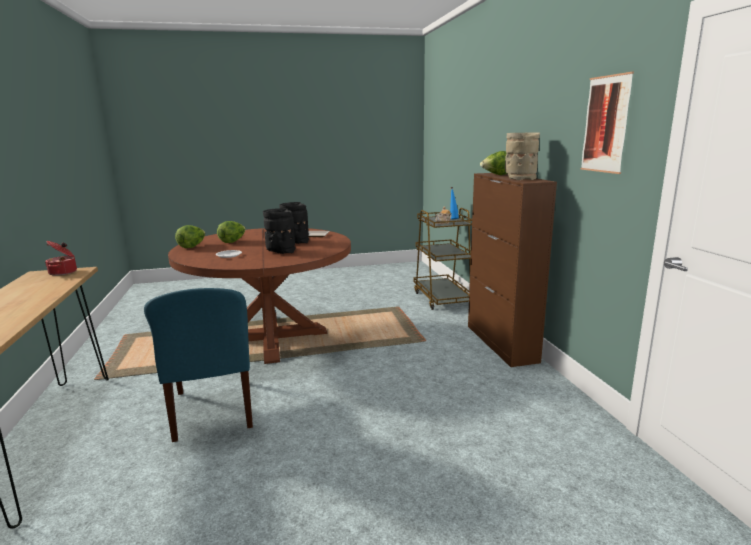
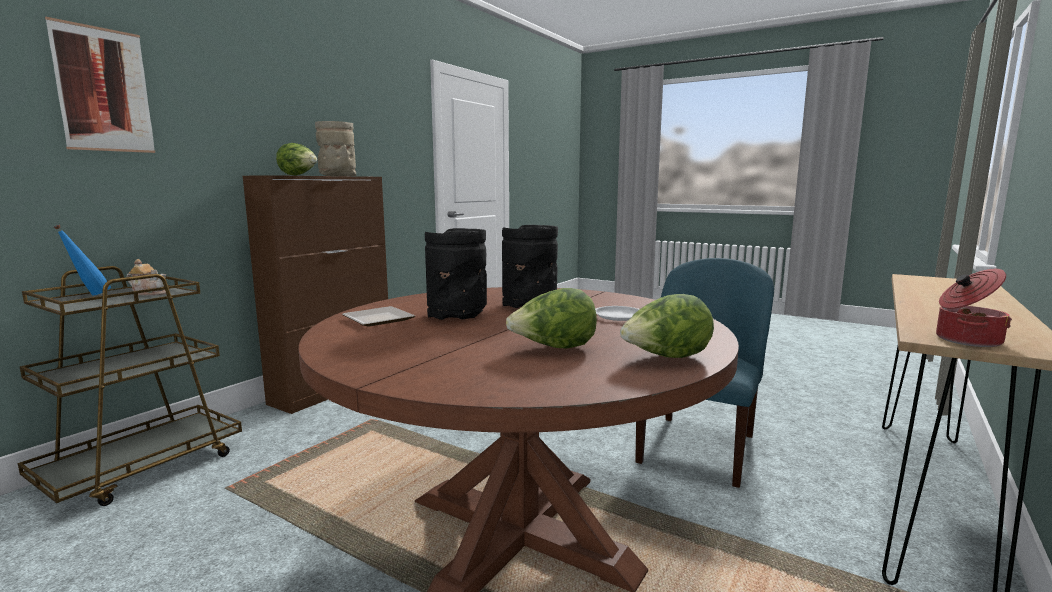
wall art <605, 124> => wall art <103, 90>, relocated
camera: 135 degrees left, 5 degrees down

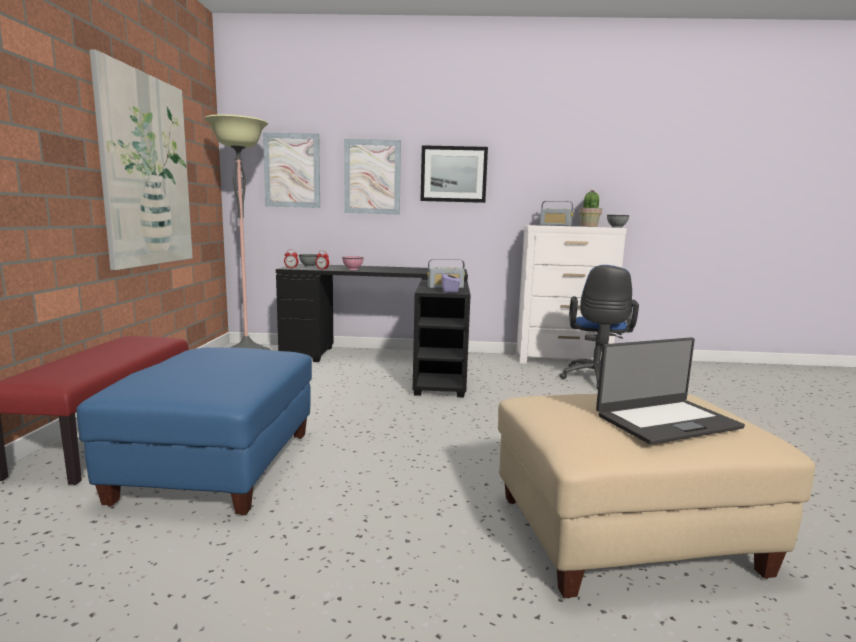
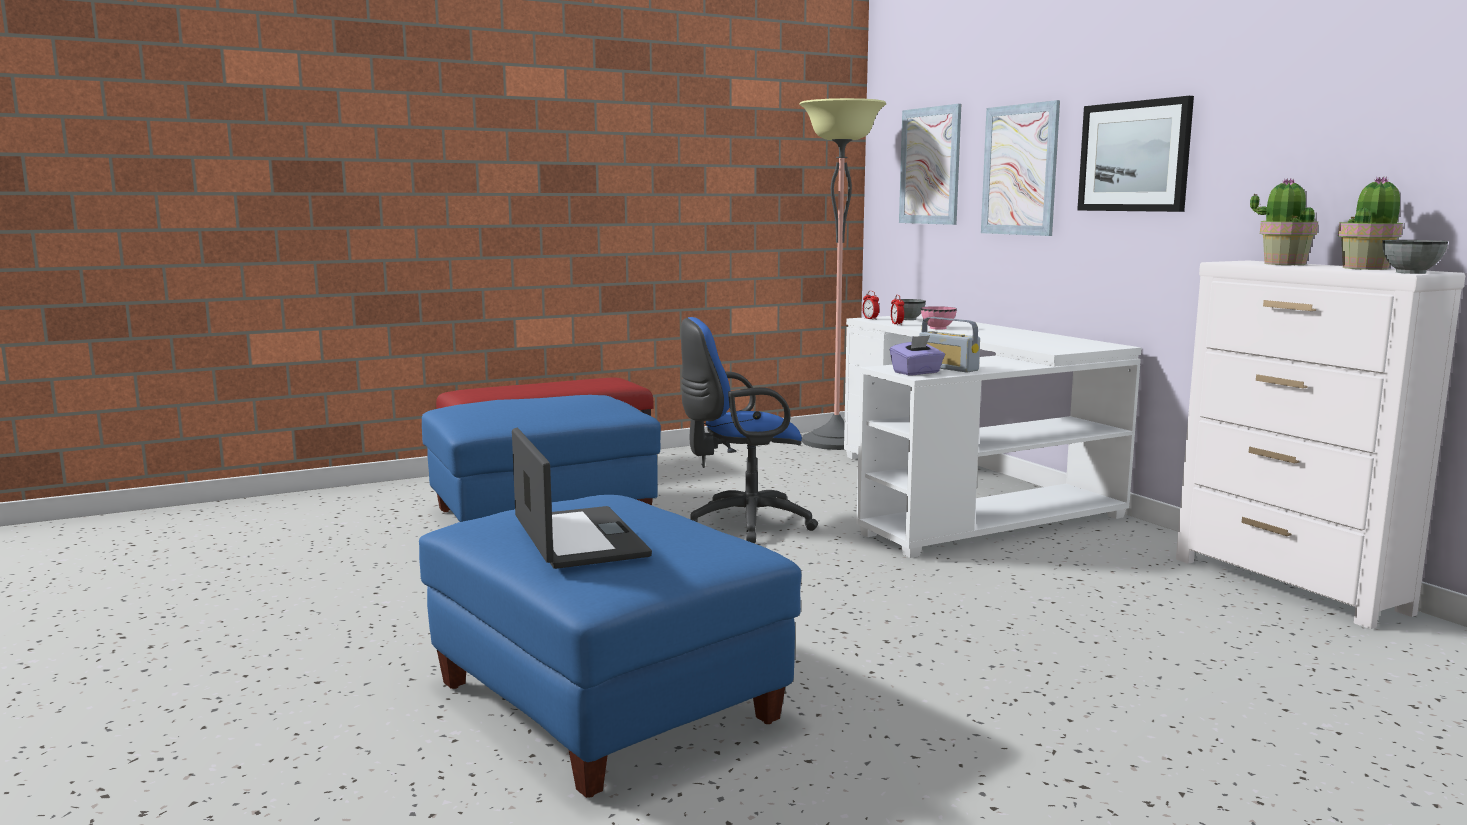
beige ottoman <625, 536> => blue ottoman <604, 704>
notebook computer <666, 421> => notebook computer <577, 539>, 150 degrees counterclockwise
blue computer chair <595, 379> => blue computer chair <742, 524>, relocated
black desk <391, 362> => white-coloured desk <966, 496>
radio receiver <555, 225> => potted plant <1284, 264>
wall art <146, 171> => nothing
camera: 60 degrees right, 0 degrees up

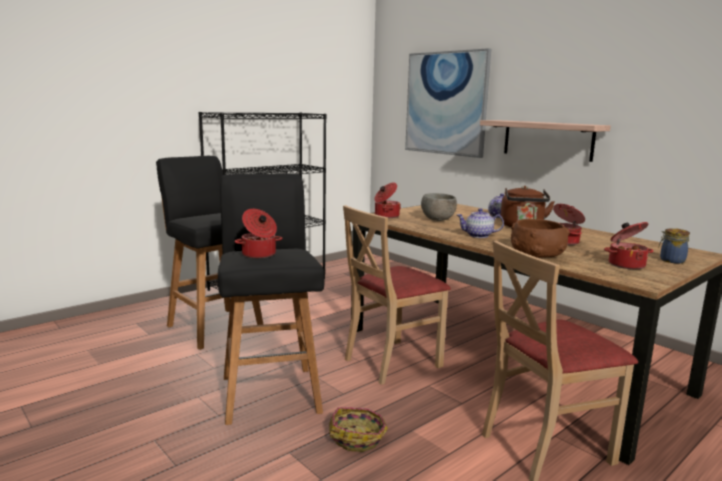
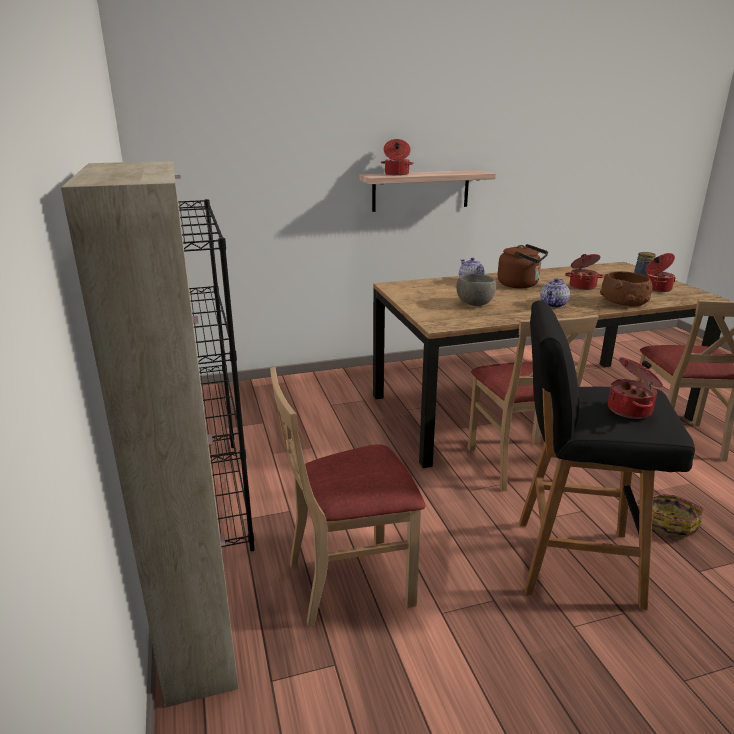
nothing => beige cupboard <199, 636>
black stool seat <214, 327> => beige upright chair <349, 580>
cooking pot <386, 216> => cooking pot <396, 174>, relocated
wall art <446, 103> => nothing
camera: 65 degrees left, 10 degrees up

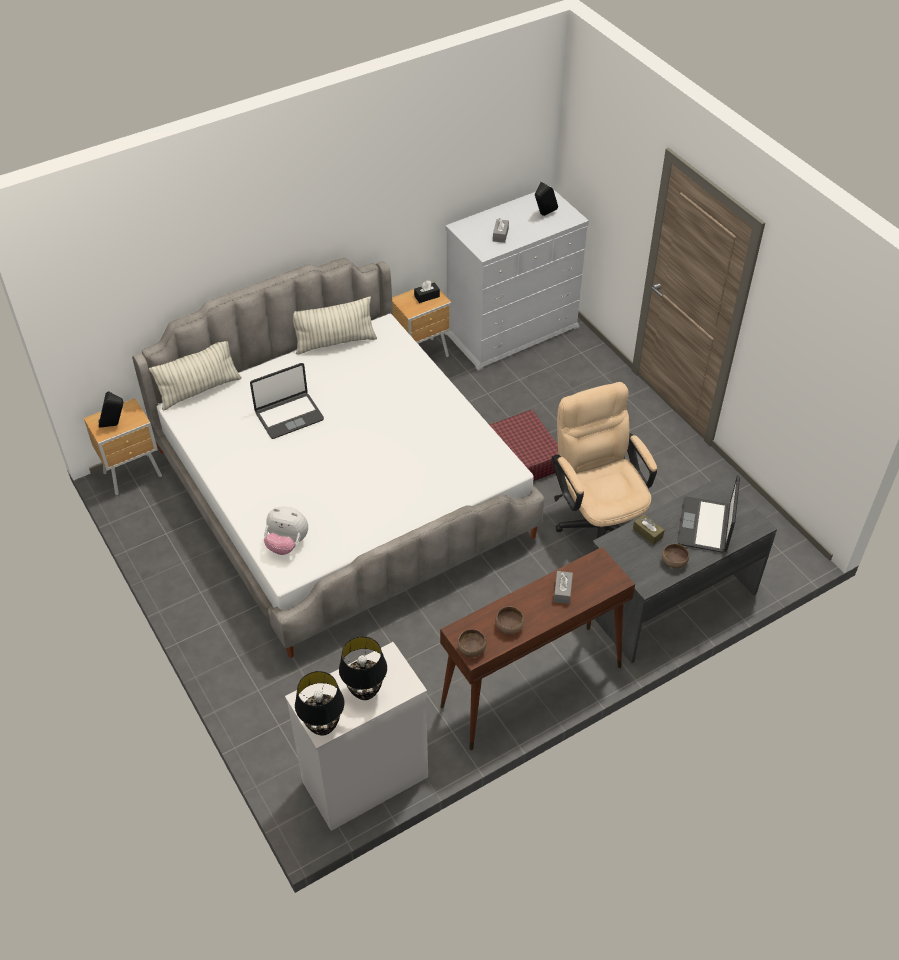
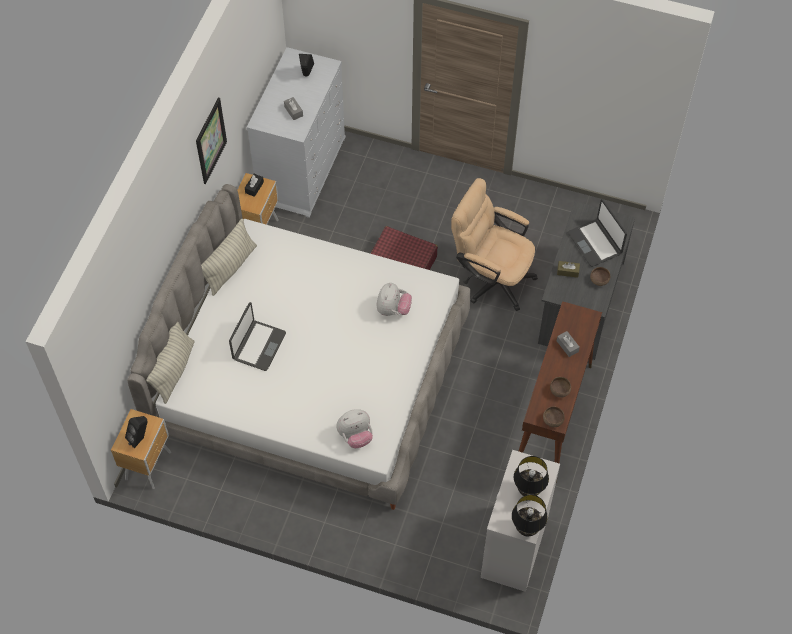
nothing => wall art <210, 141>
nothing => soft toy <393, 309>
camera: 40 degrees left, 10 degrees up

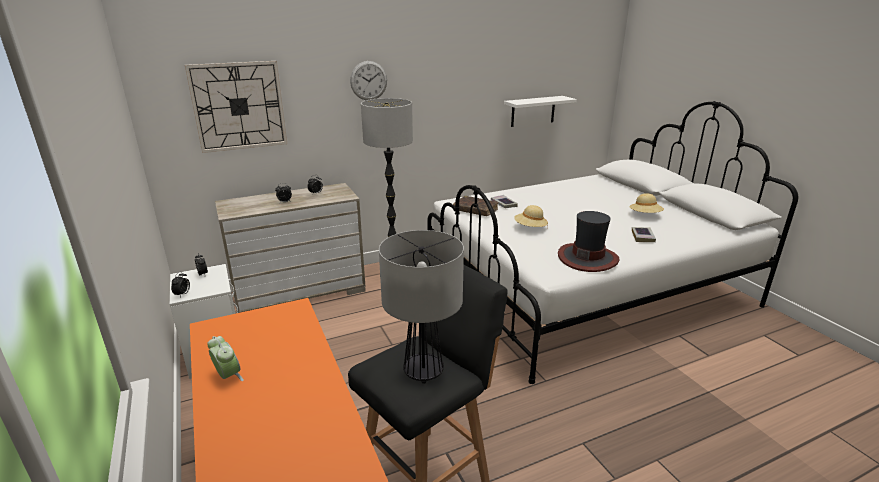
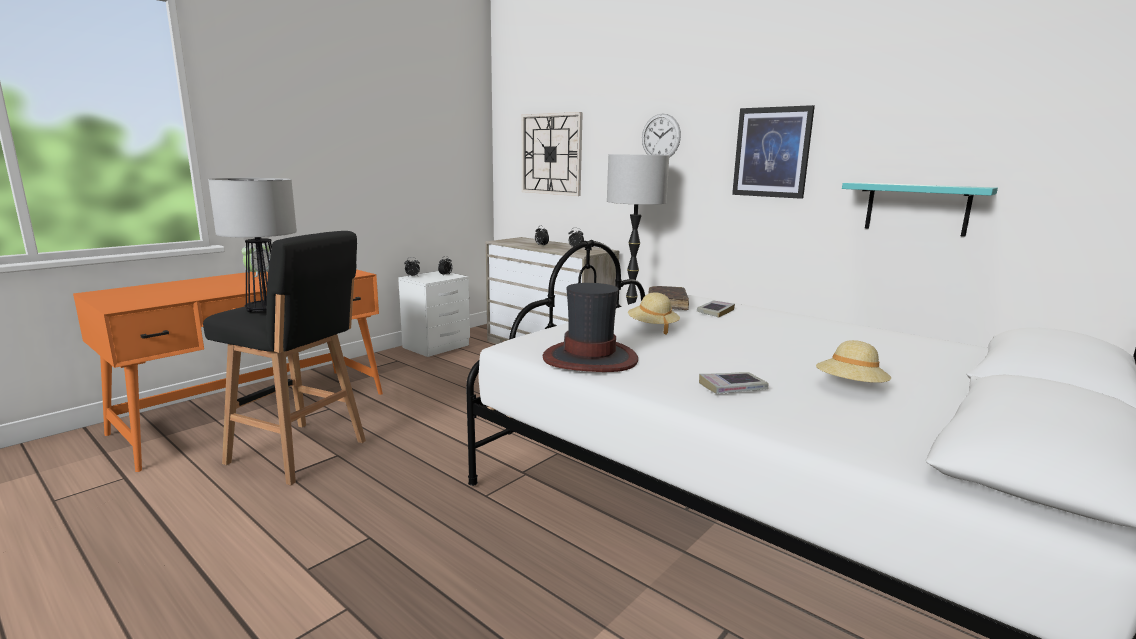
nothing => wall art <771, 152>
white-coloured bracket shelf <533, 111> => blue-green bracket shelf <916, 208>
camera: 65 degrees right, 10 degrees down

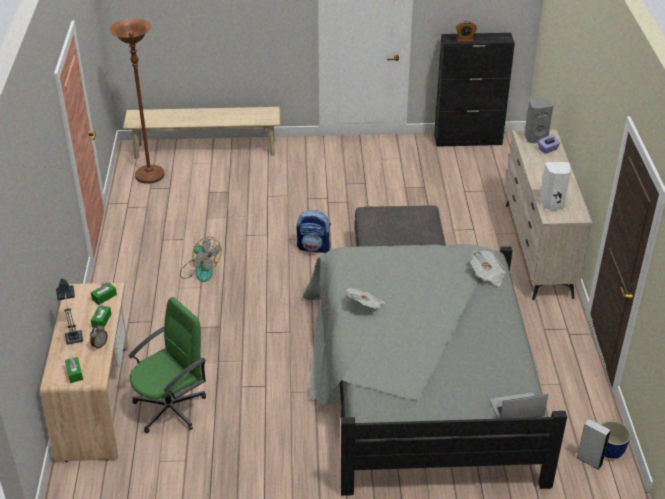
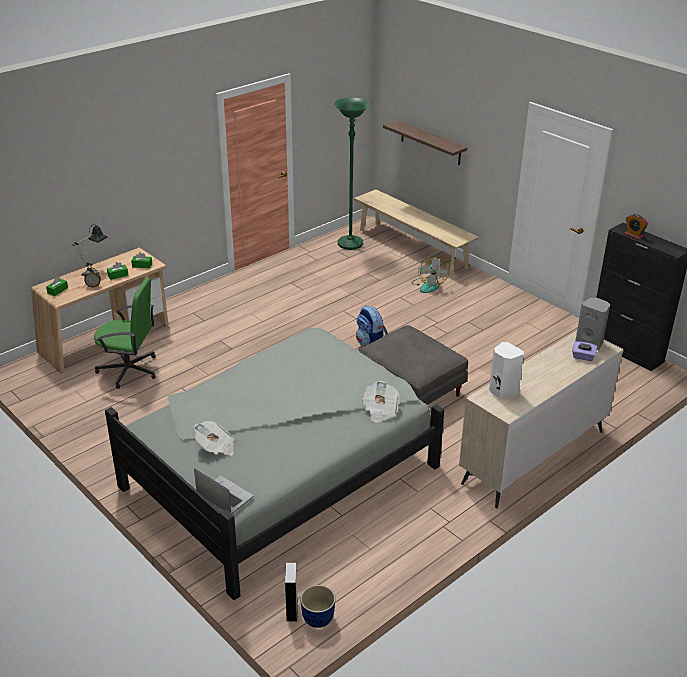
newspaper <366, 306> => newspaper <216, 447>, relocated
brown-coloured floor lamp <150, 176> => green-coloured floor lamp <350, 244>
nothing => bracket shelf <430, 143>
fan <200, 270> => fan <428, 285>, relocated
camera: 50 degrees right, 5 degrees down

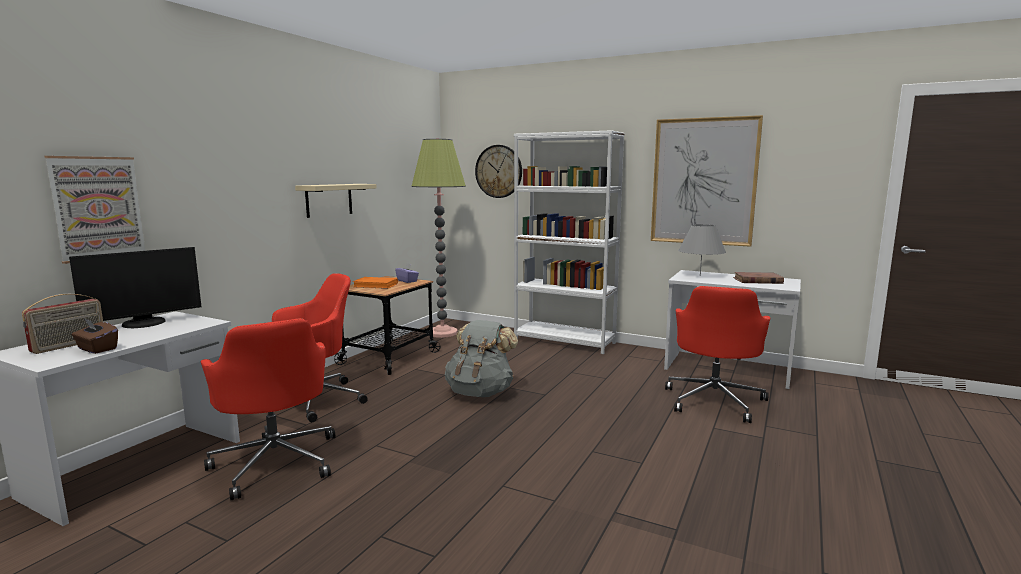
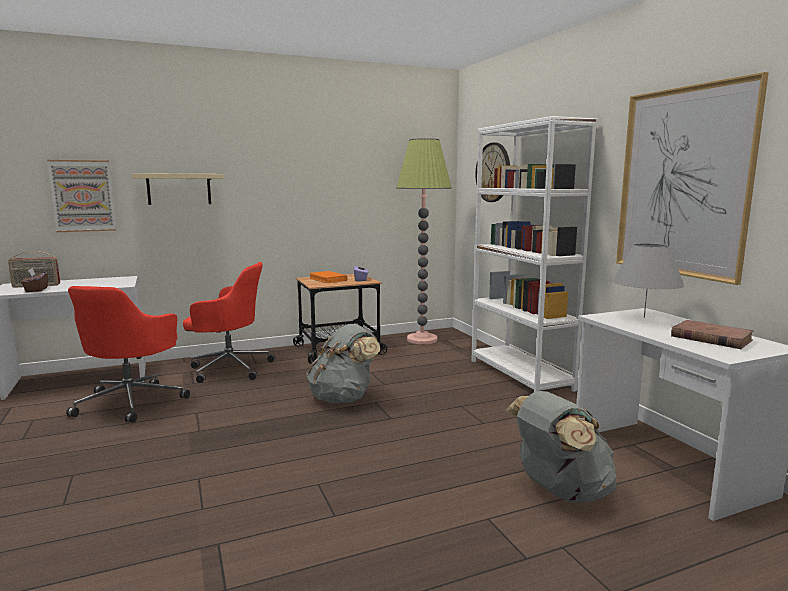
beige bracket shelf <329, 200> => beige bracket shelf <179, 189>, relocated
red-coloured computer chair <714, 400> => gray knapsack <560, 491>
computer screen <144, 323> => nothing
camera: 40 degrees right, 0 degrees up

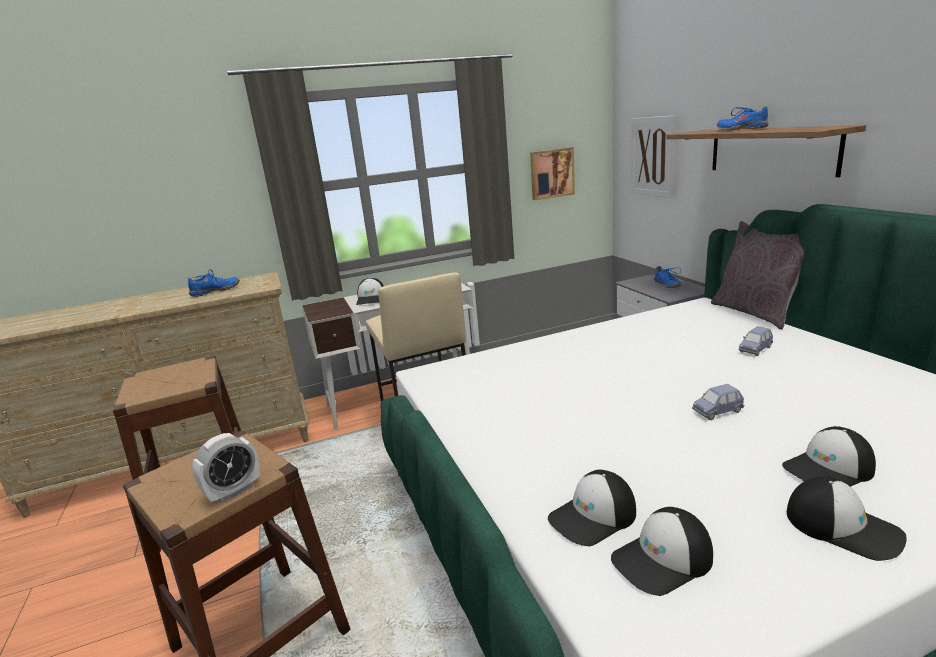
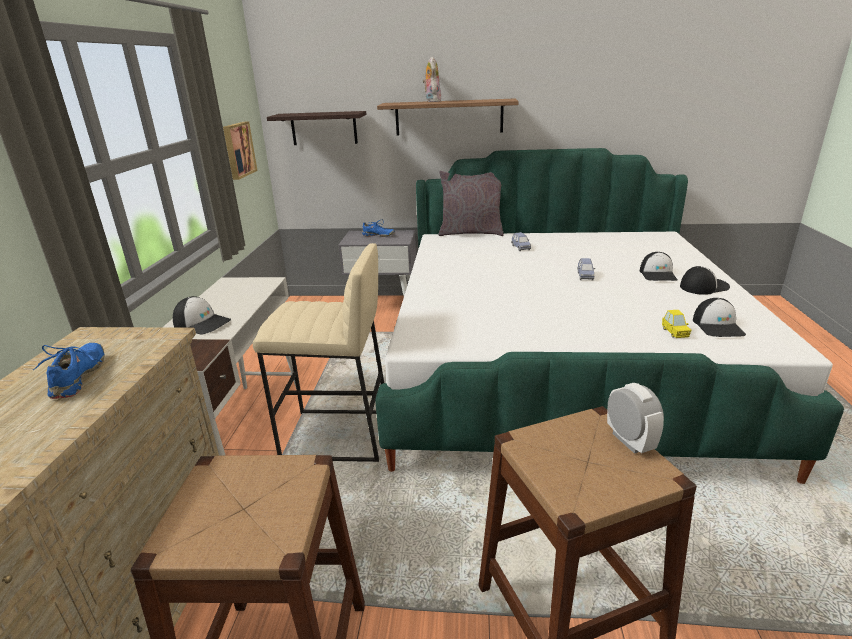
wall art <652, 156> => bracket shelf <324, 128>
blue low shoe <741, 129> => soft toy <432, 101>
cap <593, 517> => yellow-coloured miniature car <674, 332>
camera: 65 degrees left, 5 degrees up

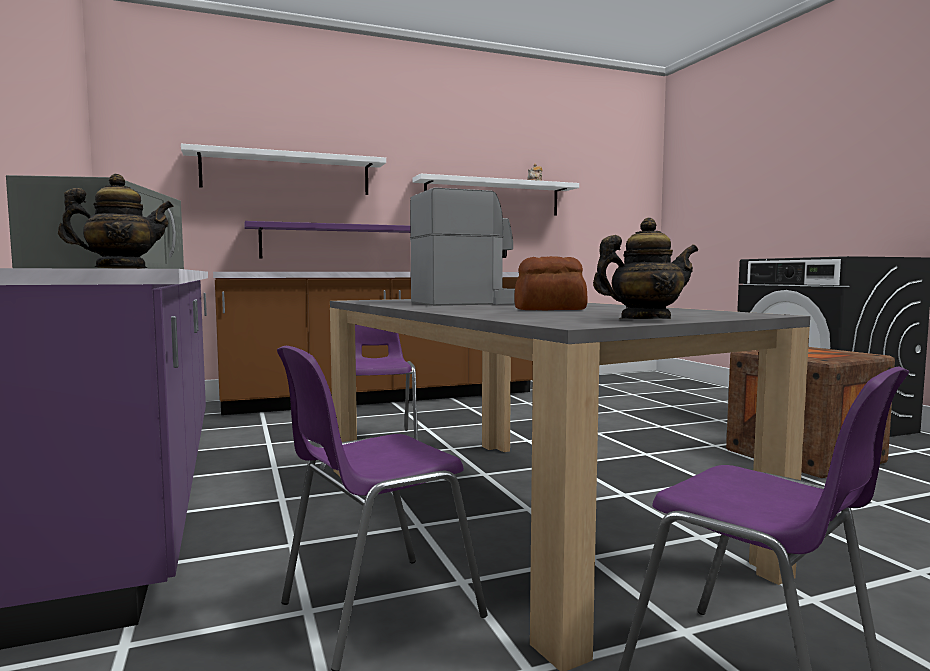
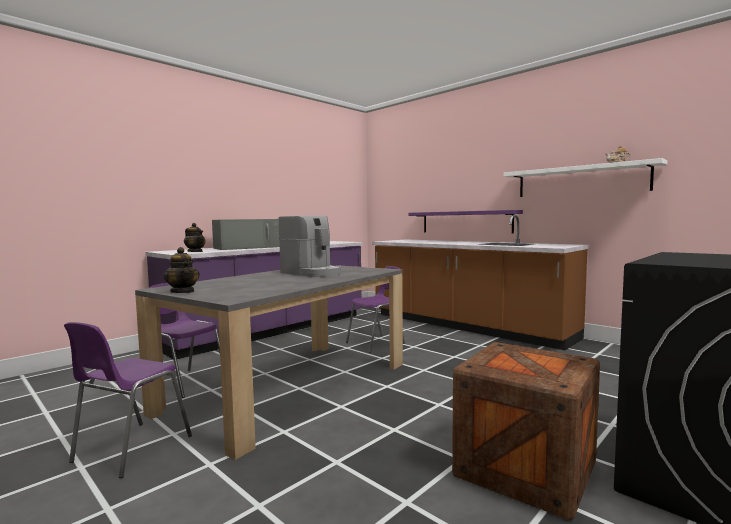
white-coloured bracket shelf <287, 173> => nothing
bread <548, 309> => nothing
camera: 65 degrees right, 0 degrees up

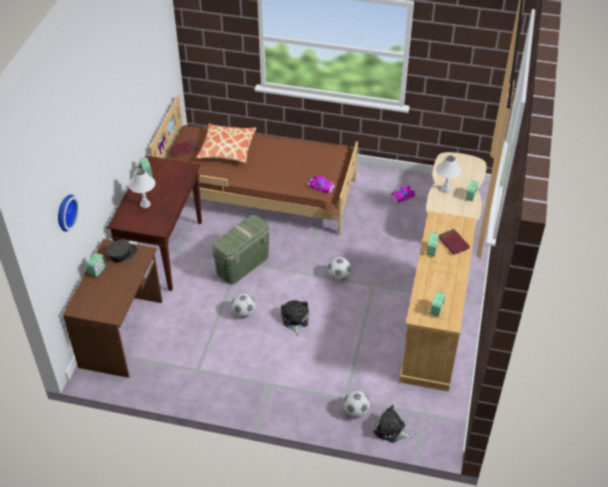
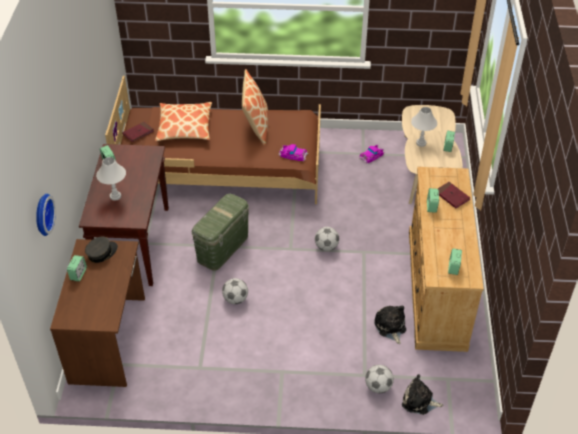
nothing => pillow <255, 126>
soft toy <295, 320> => soft toy <390, 327>, relocated
camera: 10 degrees left, 0 degrees up

